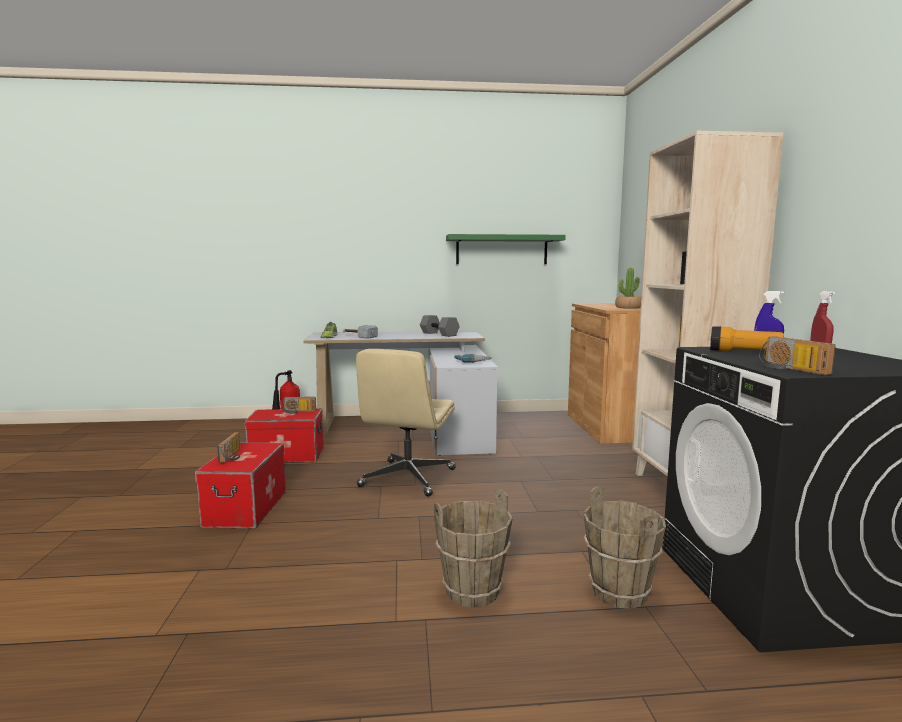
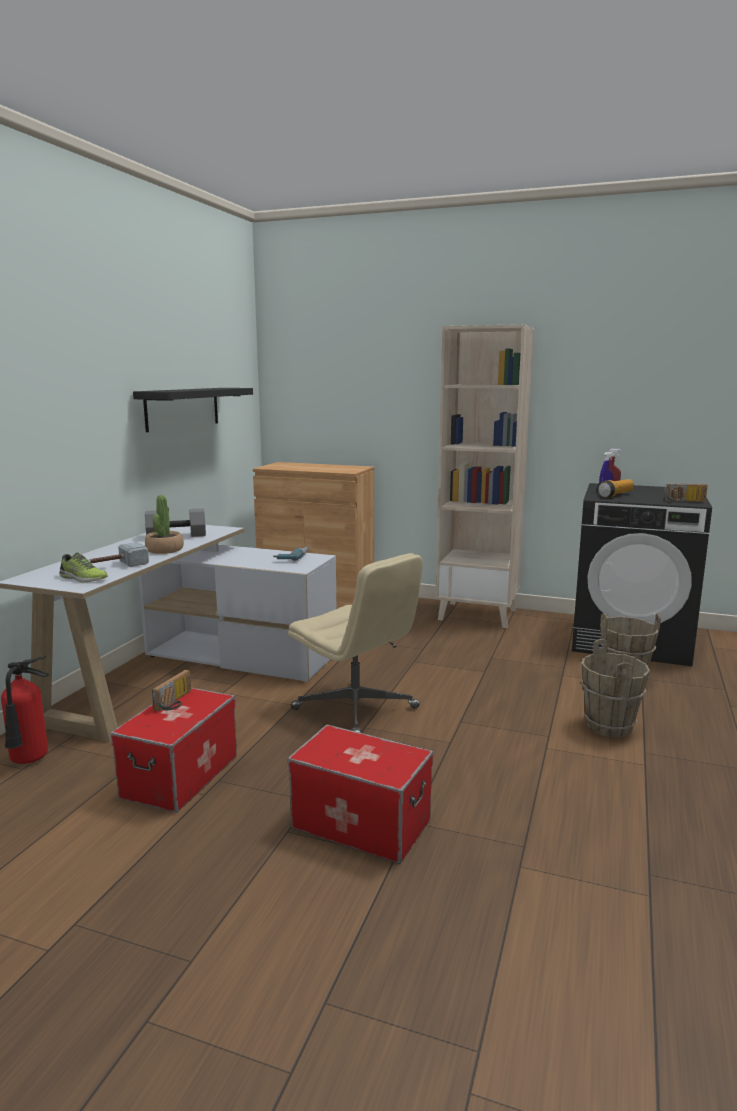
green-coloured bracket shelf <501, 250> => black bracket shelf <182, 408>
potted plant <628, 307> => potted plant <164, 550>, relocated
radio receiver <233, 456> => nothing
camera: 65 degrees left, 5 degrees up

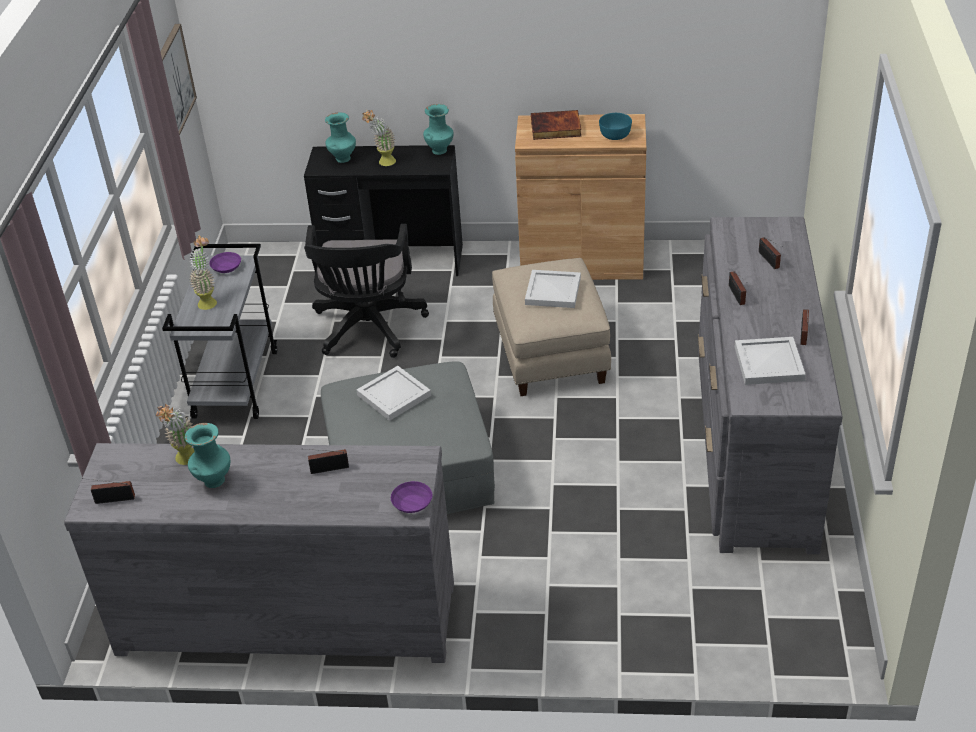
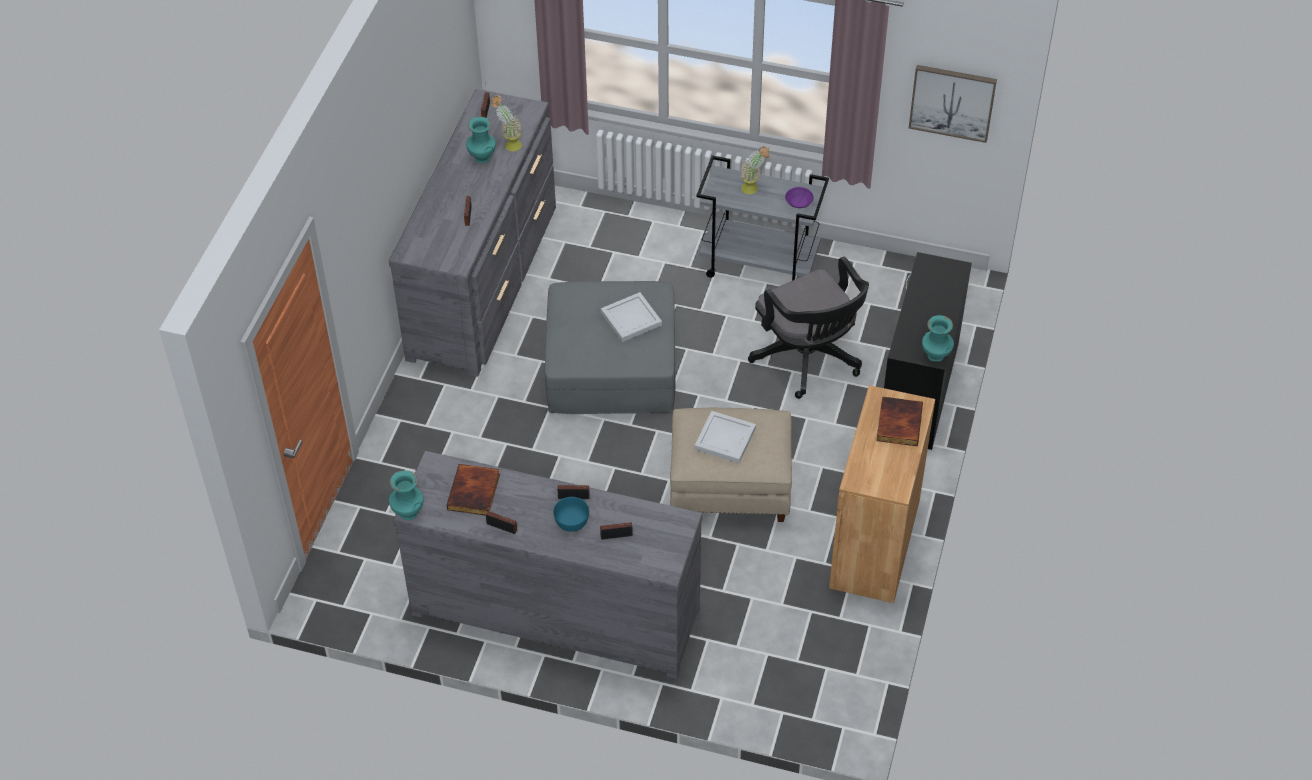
blue-green flower vase <342, 159> => blue-green flower vase <408, 513>, relocated
white-coloured carrying tray <769, 362> => bound book <475, 492>
blue-green bowl <614, 135> => blue-green bowl <572, 521>, relocated
black computer chair <368, 330> => black computer chair <809, 360>, 135 degrees counterclockwise
potted plant <383, 163> => nothing
purple-coloured bowl <413, 504> => nothing
camera: 100 degrees right, 10 degrees up

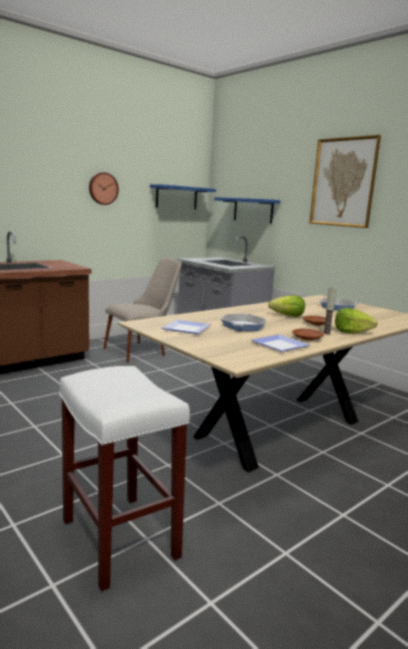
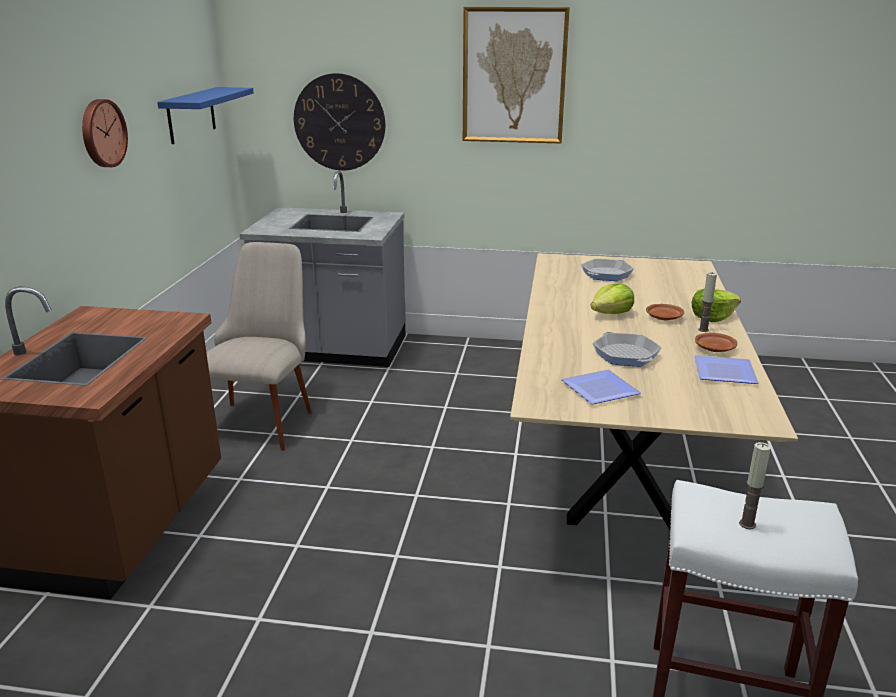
blue bracket shelf <253, 210> => wall clock <339, 122>
nothing => wax candle <747, 524>
camera: 40 degrees left, 10 degrees up

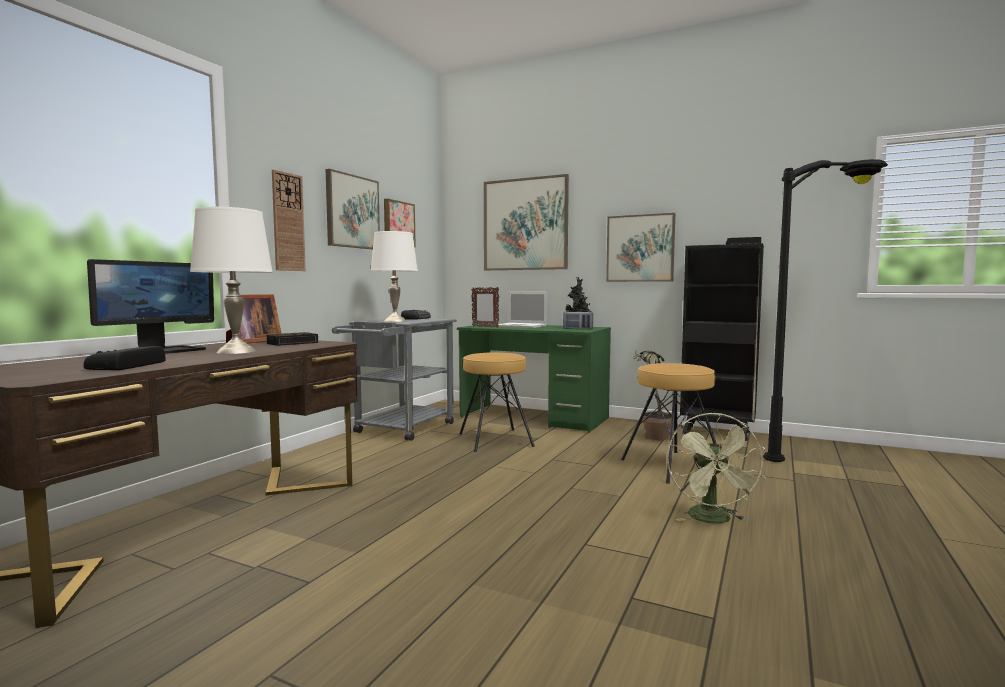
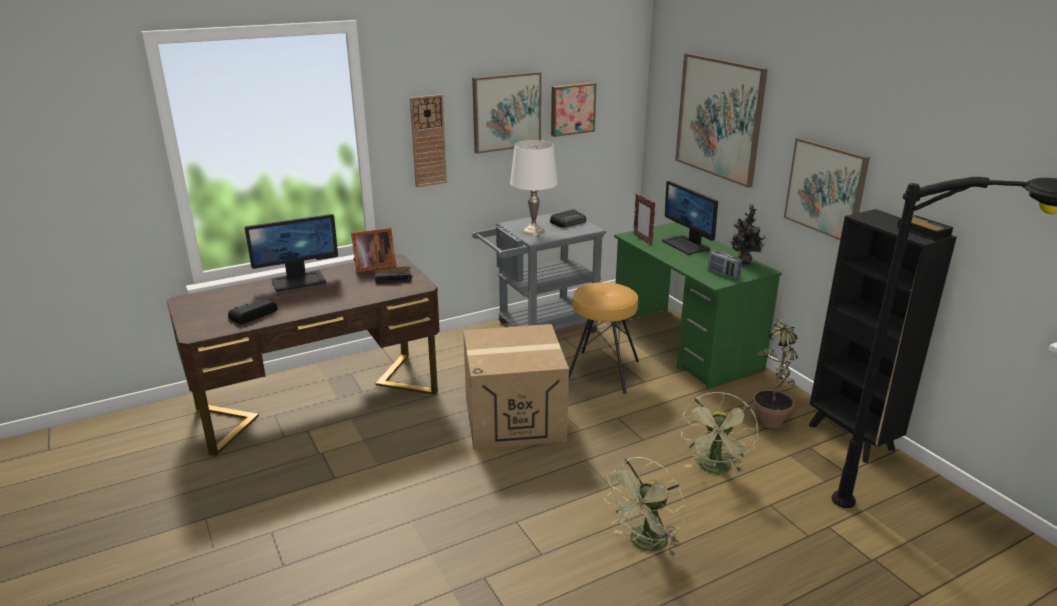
nothing => cardboard box <514, 418>
notebook computer <522, 326> => computer screen <686, 245>
brown-coloured stool seat <672, 466> => green-coloured fan <715, 469>
white-coloured table lamp <235, 351> => nothing
camera: 35 degrees right, 20 degrees up

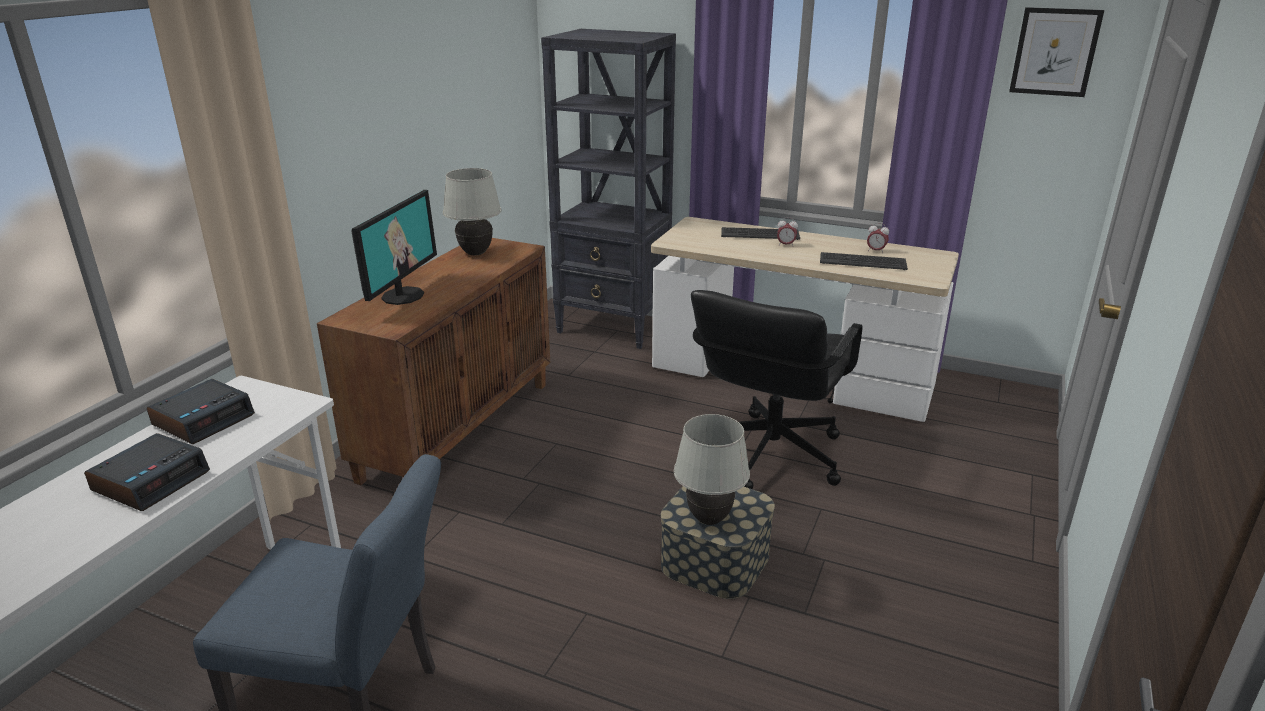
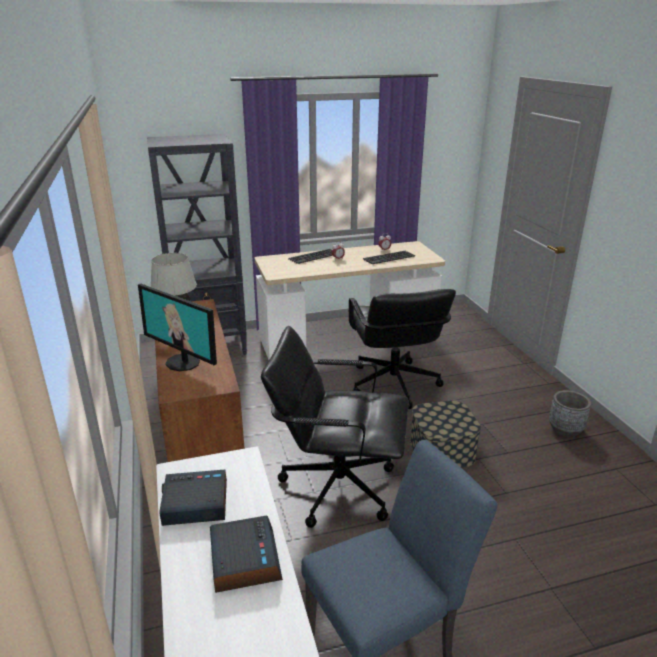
computer screen <402, 295> => computer screen <183, 362>, 150 degrees clockwise
table clock <204, 419> => table clock <195, 504>, 90 degrees counterclockwise
nothing => black computer chair <337, 486>
nothing => gray flower pot <565, 430>
white-coloured table lamp <708, 519> => nothing
wall art <1055, 52> => nothing
camera: 40 degrees left, 0 degrees up

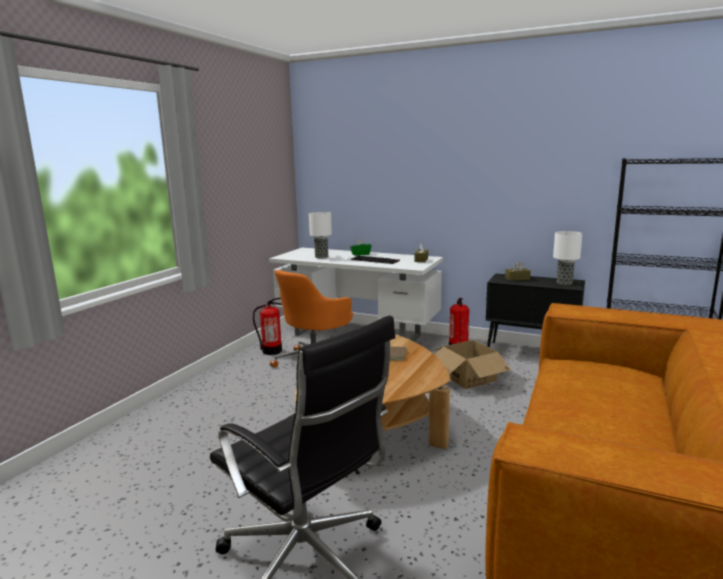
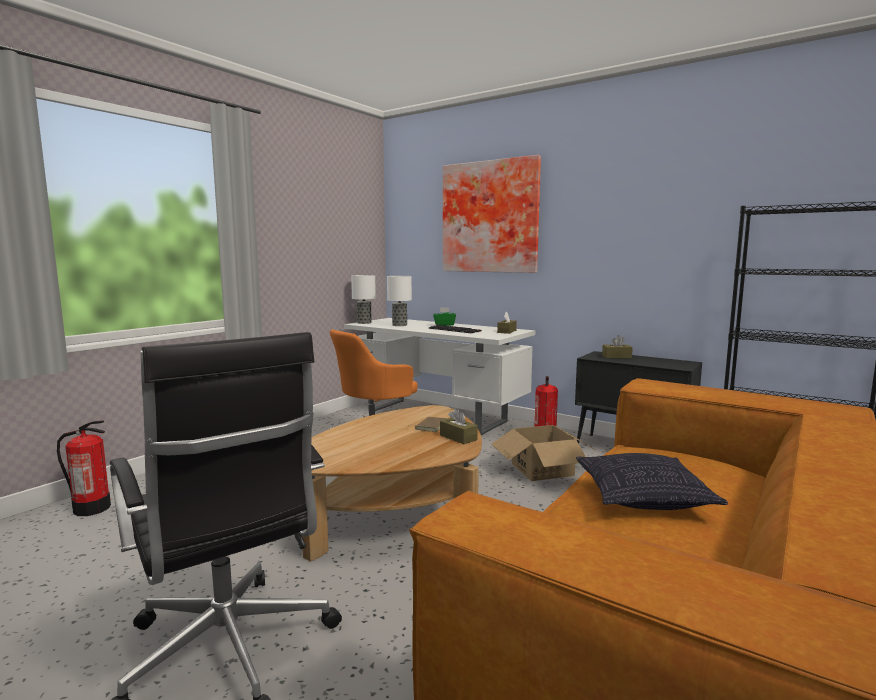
fire-fighting cylinder <271, 351> => fire-fighting cylinder <91, 508>, relocated
table lamp <564, 283> => table lamp <364, 323>, relocated
nothing => brown-coloured tissue box <458, 437>
nothing => wall art <491, 217>
nothing => pillow <643, 498>
camera: 10 degrees right, 5 degrees down

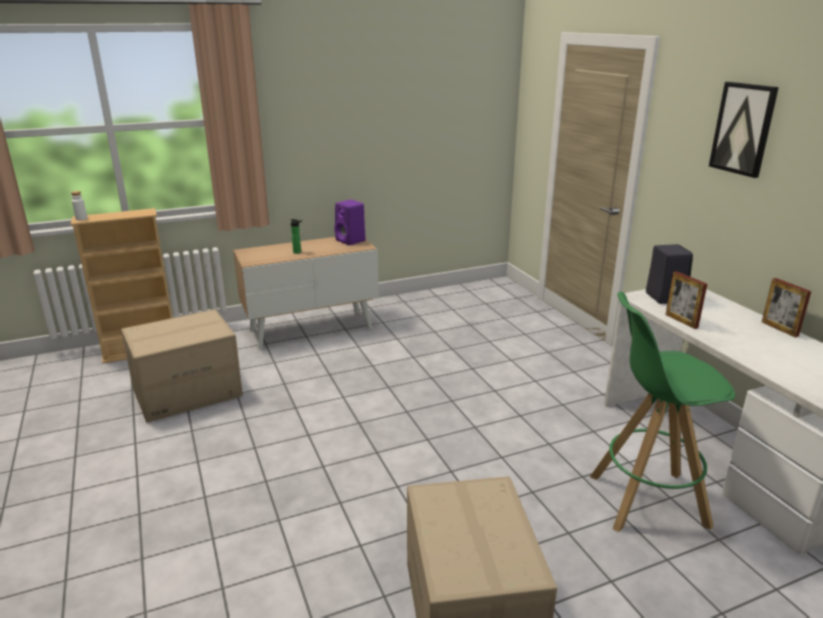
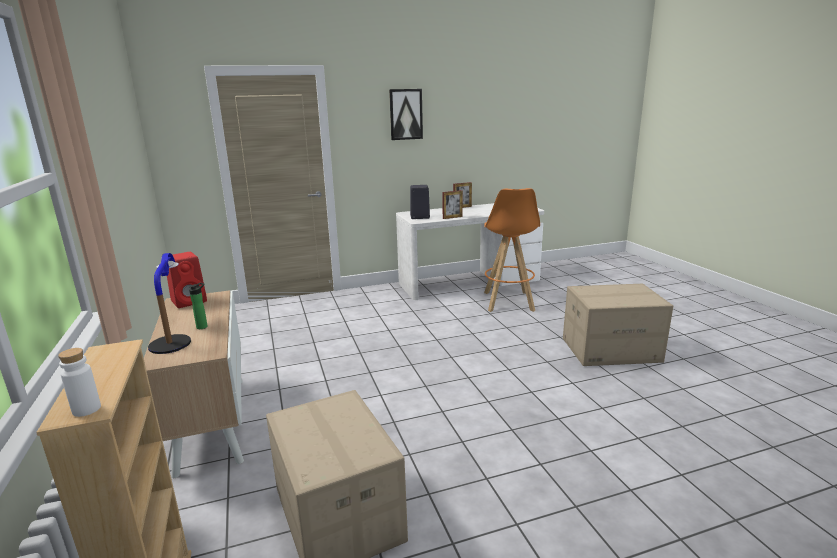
nothing => table lamp <173, 335>
purple-coloured speaker <351, 241> => red-coloured speaker <190, 301>
green-coloured stool seat <646, 500> => orangey stool seat <508, 302>
camera: 85 degrees left, 5 degrees down

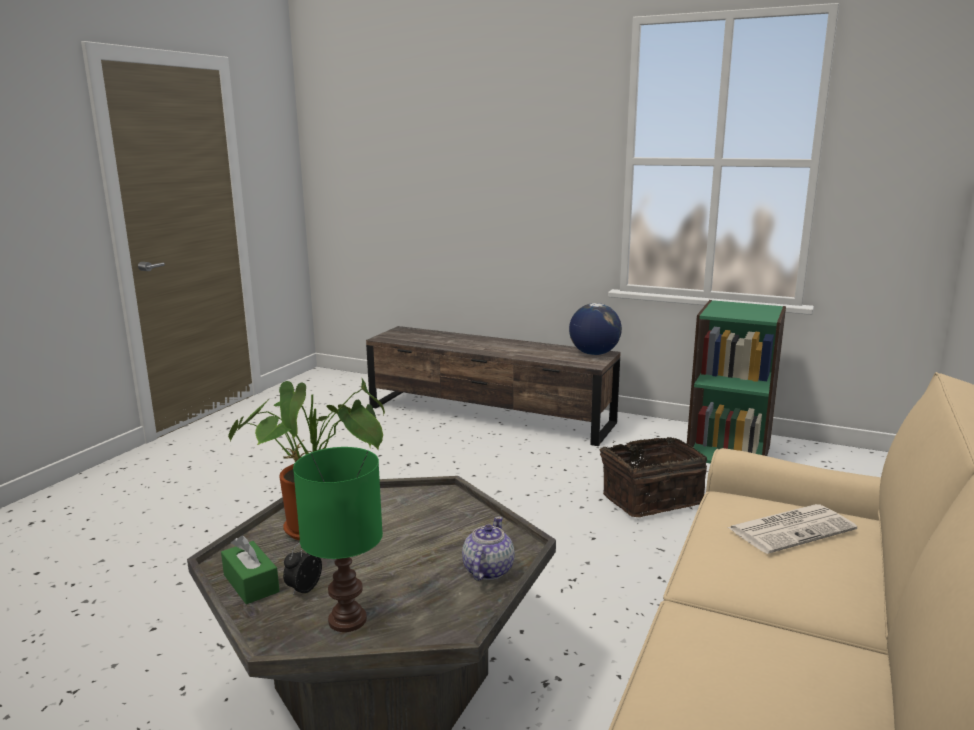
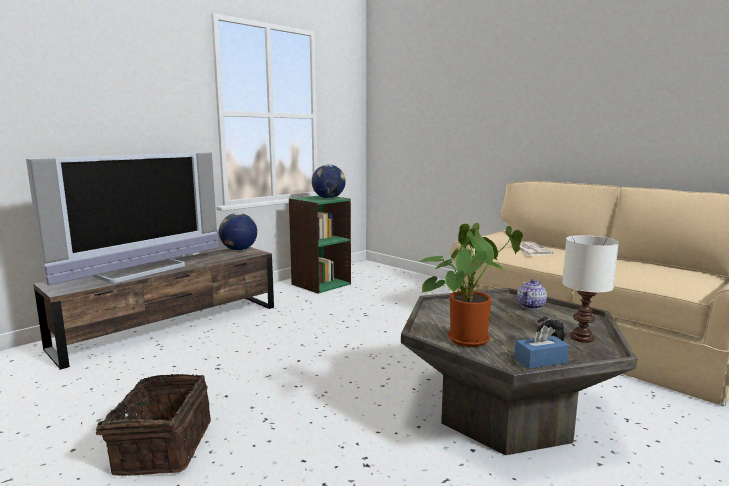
nothing => television <143, 271>
household basket <650, 498> => household basket <161, 447>, relocated
nothing => desk globe <329, 198>
green-coloured tissue box <251, 583> => blue tissue box <540, 360>
pot for tea <487, 570> => pot for tea <531, 306>, 90 degrees counterclockwise
green-coloured table lamp <348, 621> => white-coloured table lamp <583, 338>
camera: 70 degrees left, 5 degrees down

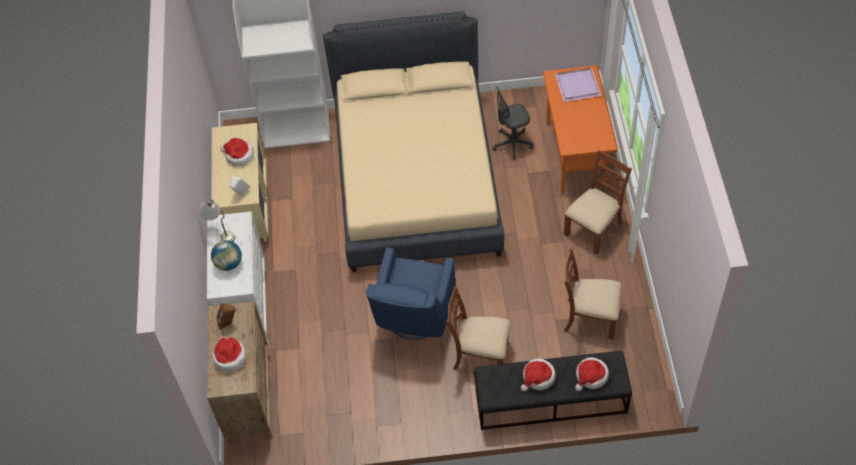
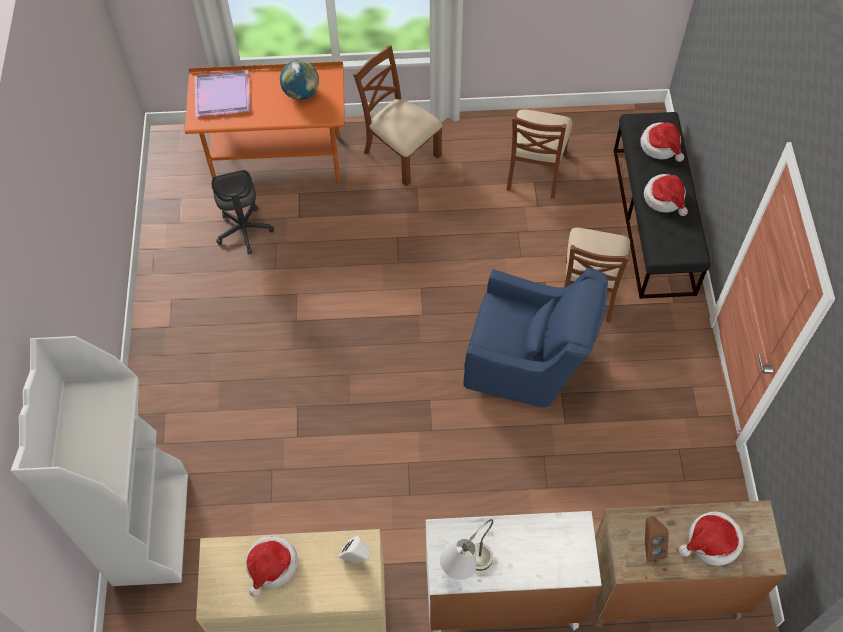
desk globe <229, 264> => desk globe <301, 93>, relocated
beige bedroom bed <416, 180> => nothing
camera: 90 degrees left, 5 degrees up

